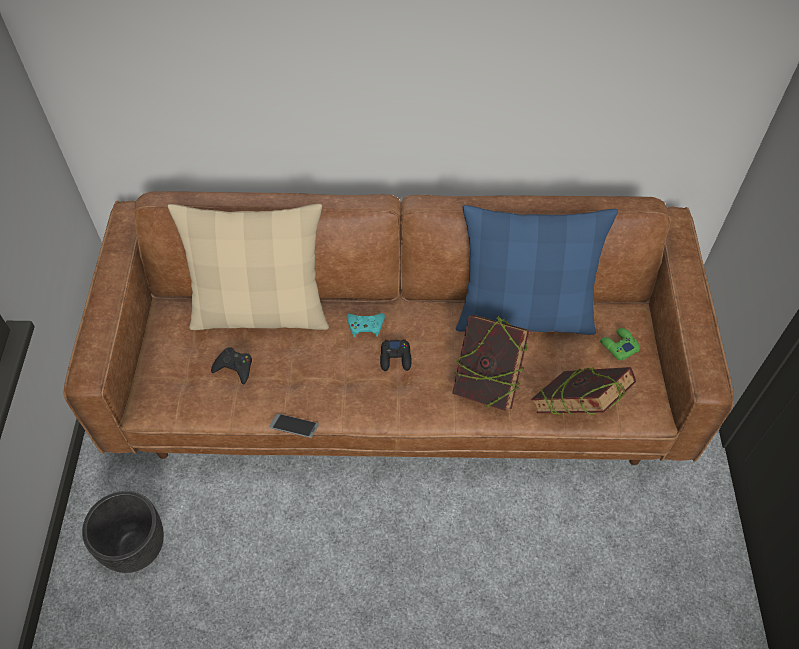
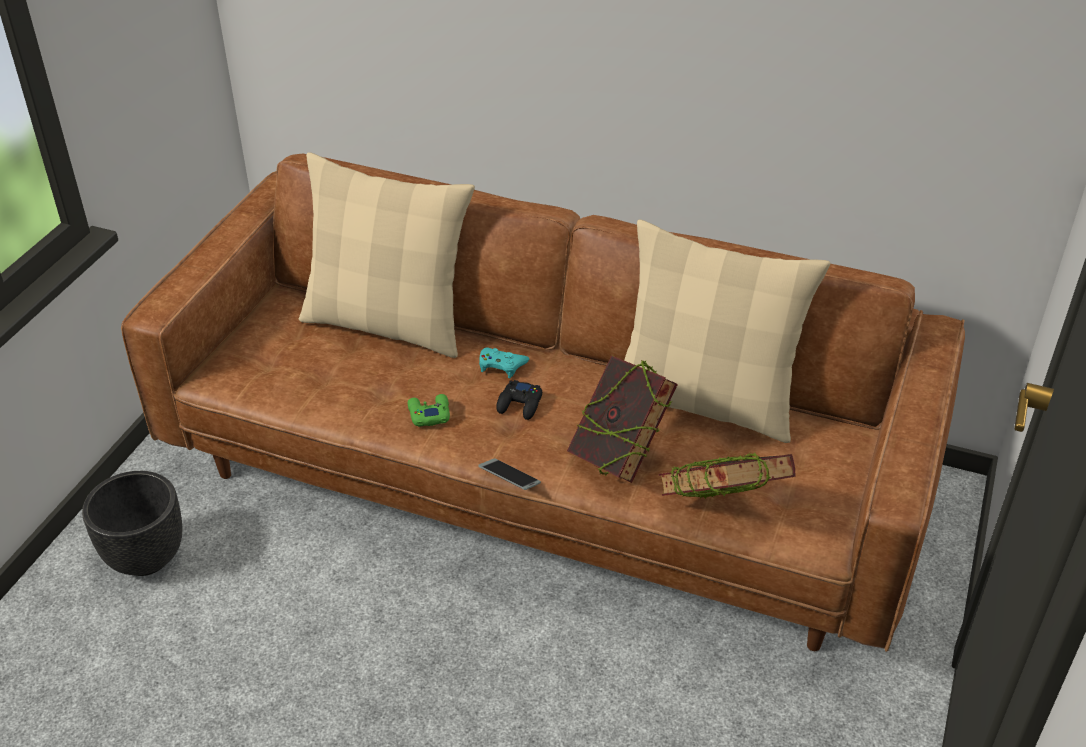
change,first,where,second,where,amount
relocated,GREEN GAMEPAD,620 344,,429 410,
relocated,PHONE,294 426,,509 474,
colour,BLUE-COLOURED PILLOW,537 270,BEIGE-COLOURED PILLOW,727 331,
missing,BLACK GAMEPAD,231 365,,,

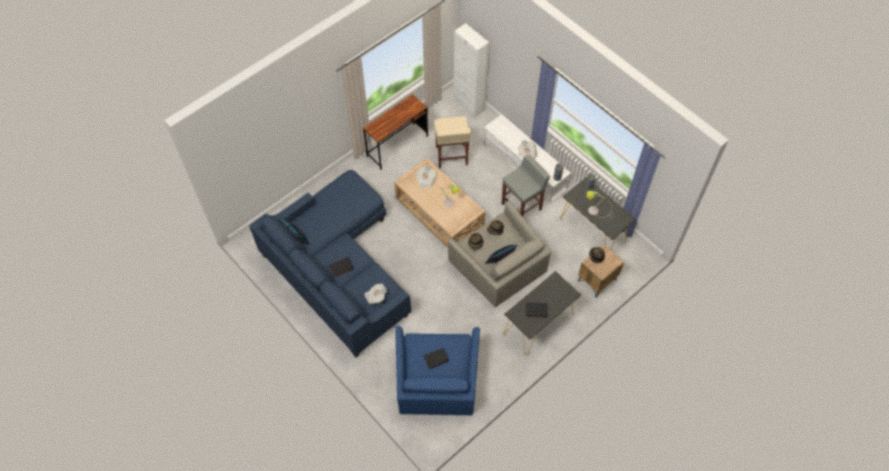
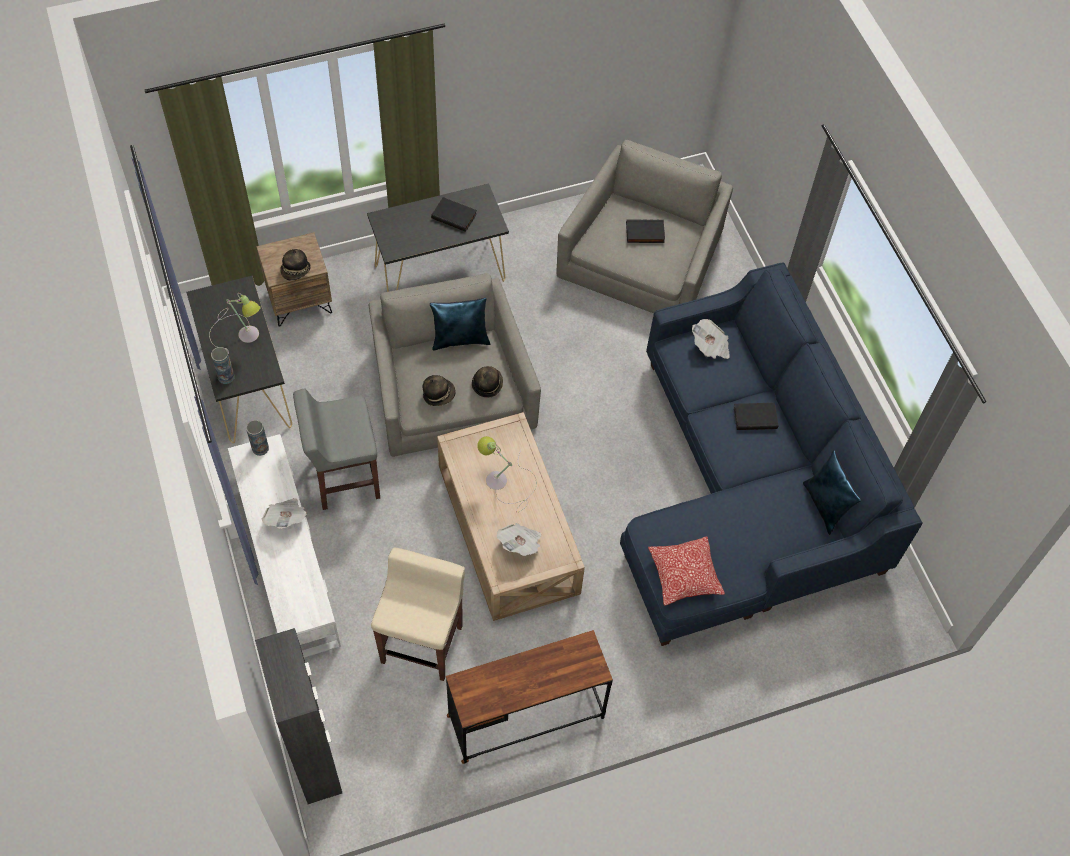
change,first,where,second,where,amount
colour,WHITE-COLOURED CUPBOARD,471 70,BLACK CUPBOARD,298 716,
colour,BLUE-COLOURED LOUNGE CHAIR,437 370,GRAY LOUNGE CHAIR,645 226,
appeared,,,PILLOW,686 571,

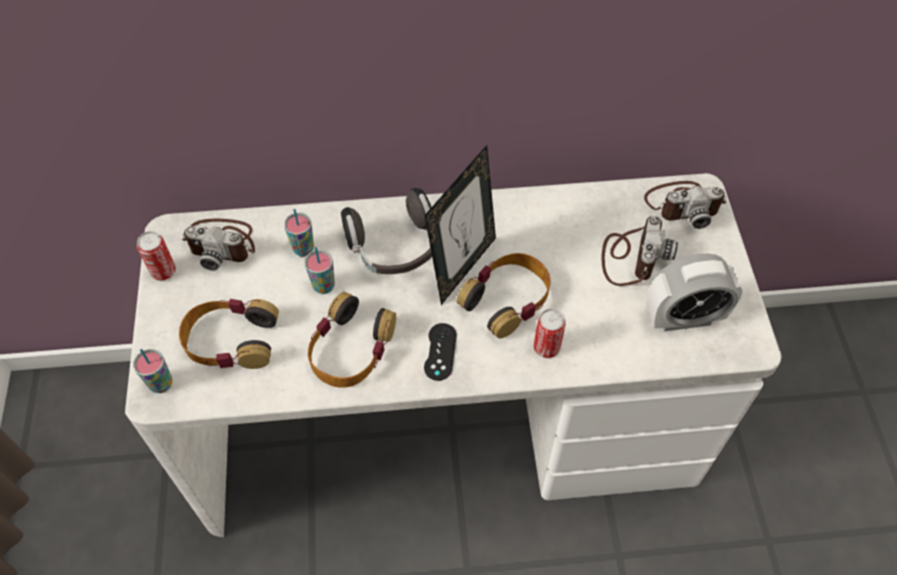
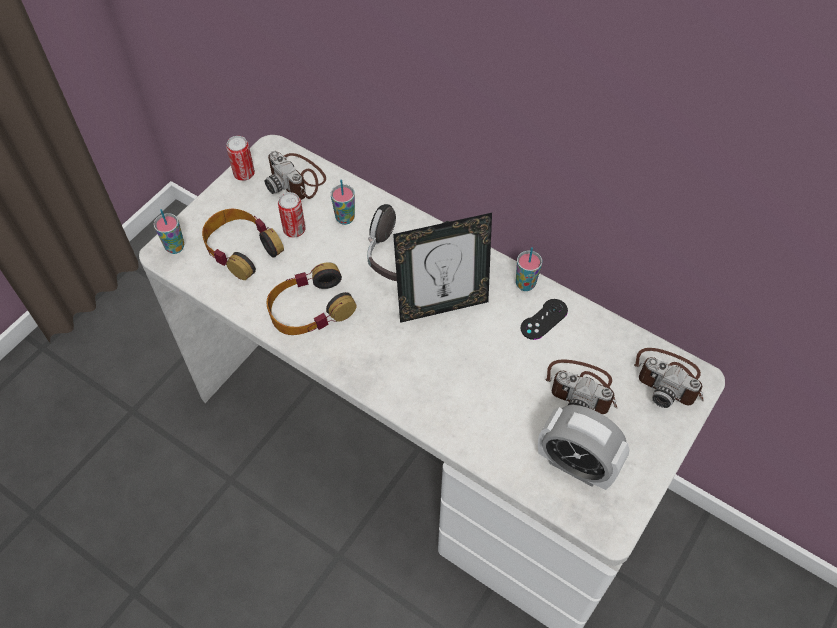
change,first,where,second,where,amount
relocated,METAL CAN,550 333,,292 215,
relocated,DRINKING CUP,320 270,,529 269,
relocated,BLACK GAMEPAD,440 352,,544 319,
spun,PHOTO CAMERA,639 251,,581 386,60 degrees clockwise
missing,PAIR OF HEADPHONES,503 296,,,

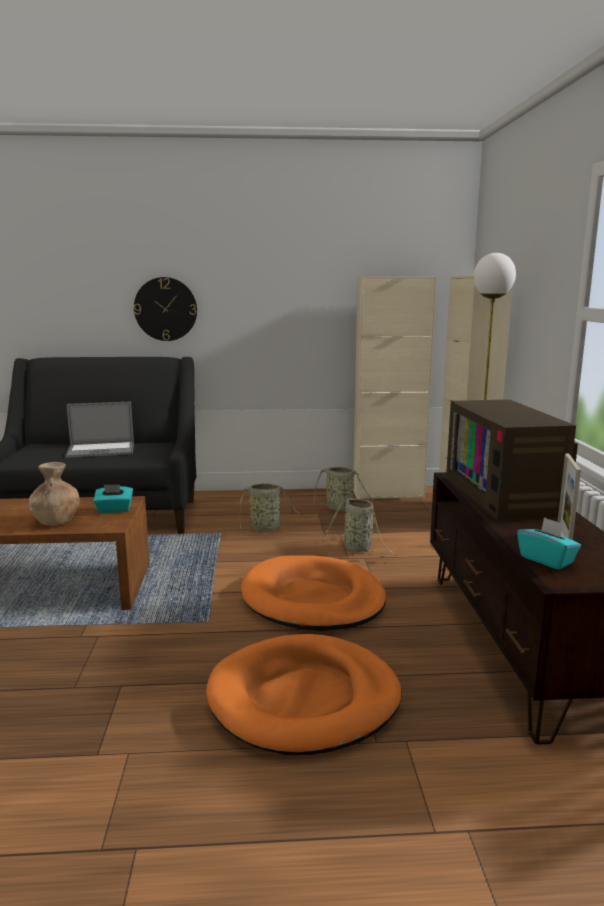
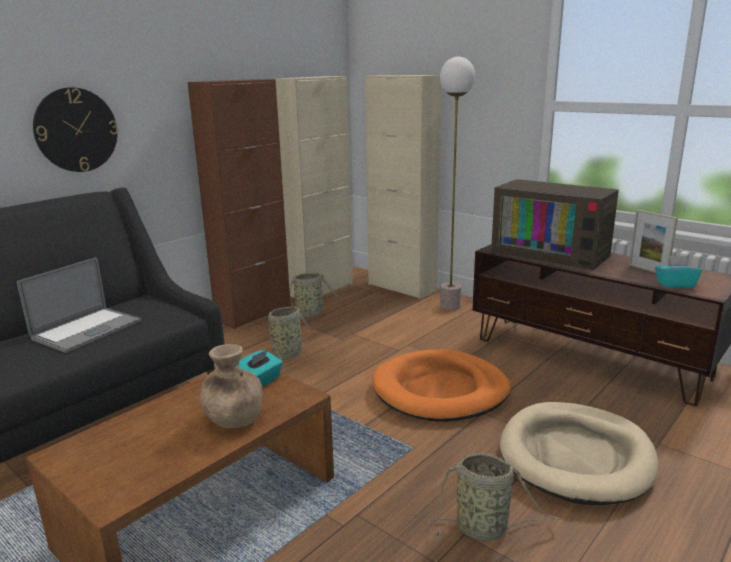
change,first,where,second,where,amount
appeared,,,BROWN CUPBOARD,239 204,
relocated,HOUSEHOLD BASKET,360 527,,494 497,
colour,ORANGEY DOG CUSHION,304 694,BEIGE-COLOURED DOG CUSHION,579 453,

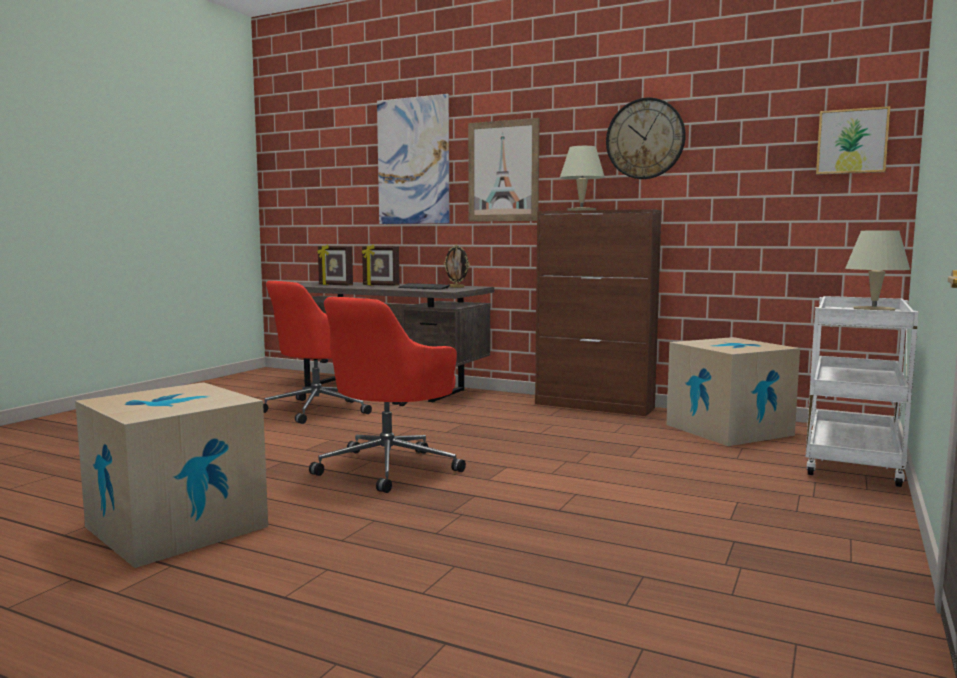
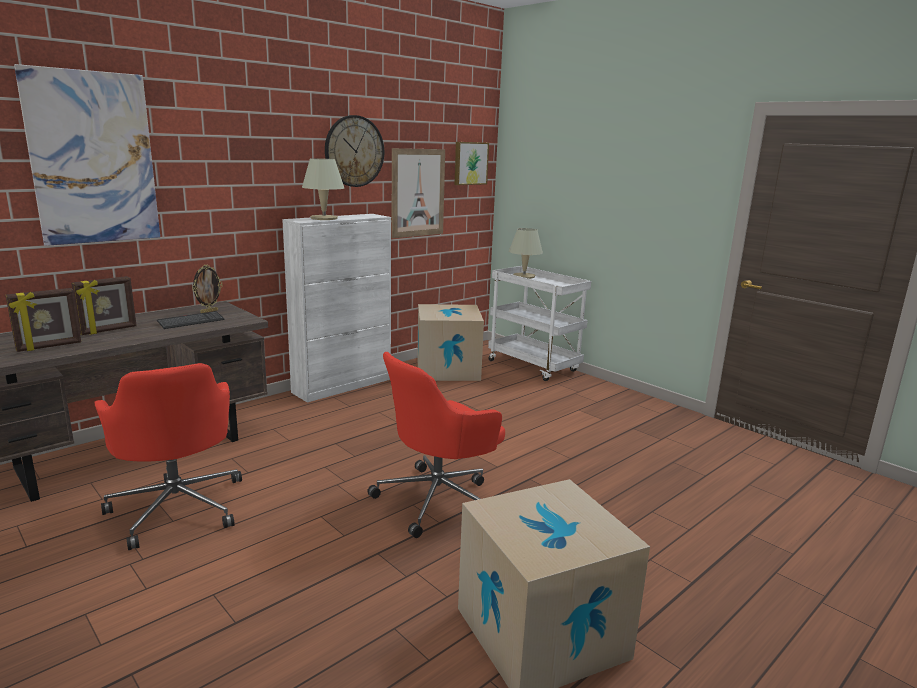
change,first,where,second,where,amount
colour,BROWN CUPBOARD,598 312,WHITE-COLOURED CUPBOARD,336 308,
spun,RED-COLOURED COMPUTER CHAIR,387 395,,436 445,90 degrees clockwise
relocated,PICTURE,504 170,,418 193,

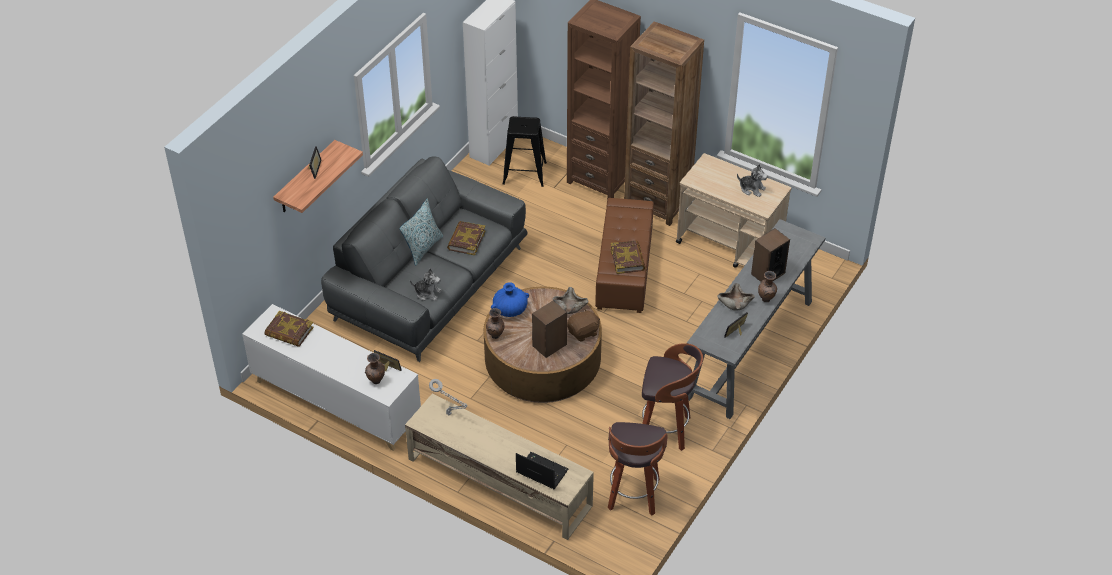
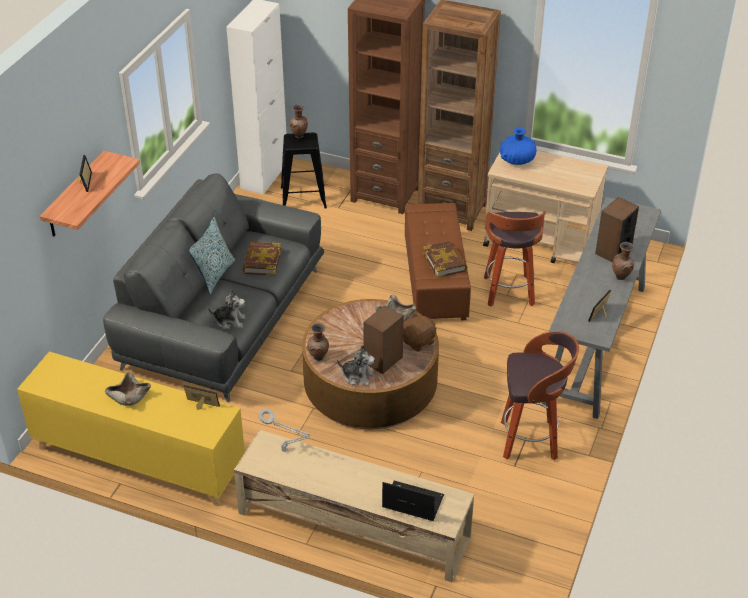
change,first,where,second,where,amount
colour,WHITE-COLOURED CUPBOARD,331 377,YELLOWISH CUPBOARD,131 428,
relocated,BEIGE-COLOURED SERVING BOWL,736 297,,128 389,
relocated,BROWN FLOWER VASE,375 368,,299 121,
relocated,PLUSH TOY,752 180,,356 365,
relocated,SITTING STOOL,638 469,,515 259,
relocated,BLUE-COLOURED FLOWER VASE,510 299,,518 146,
missing,VOLUME,289 329,,,

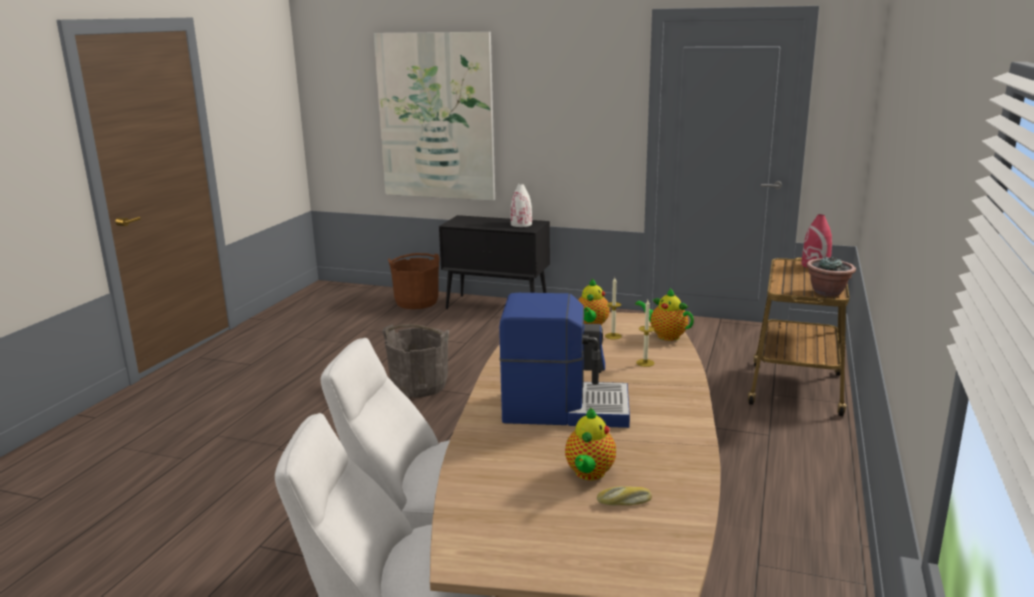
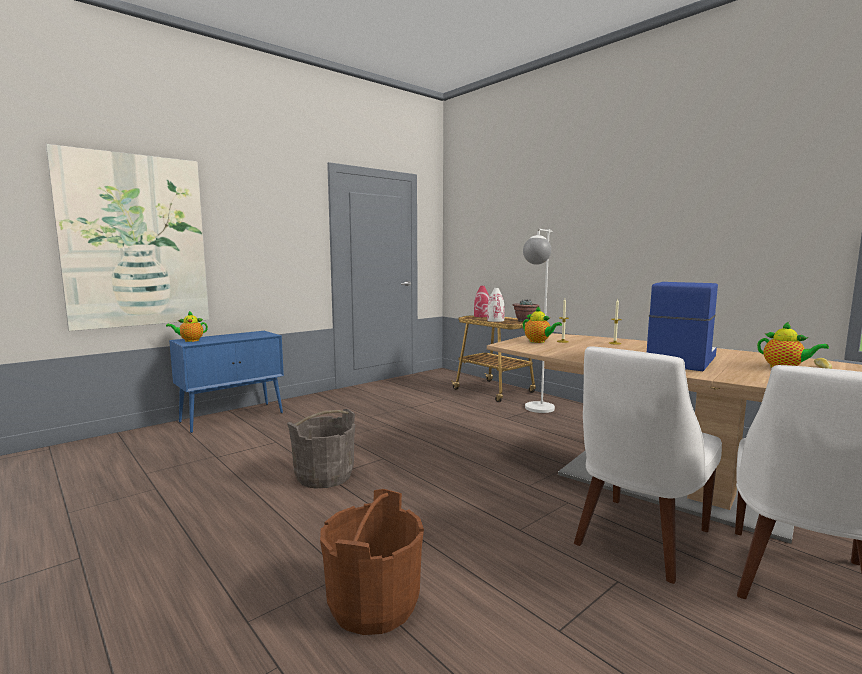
change,first,where,second,where,amount
relocated,POT FOR TEA,664 314,,187 326,
colour,BLACK CUPBOARD,494 262,BLUE-COLOURED CUPBOARD,226 382,
relocated,BROWN PAIL,414 281,,372 562,
relocated,WHITE-COLOURED FLOWER VASE,521 205,,496 305,
appeared,,,WHITE-COLOURED STANDING LAMP,539 321,

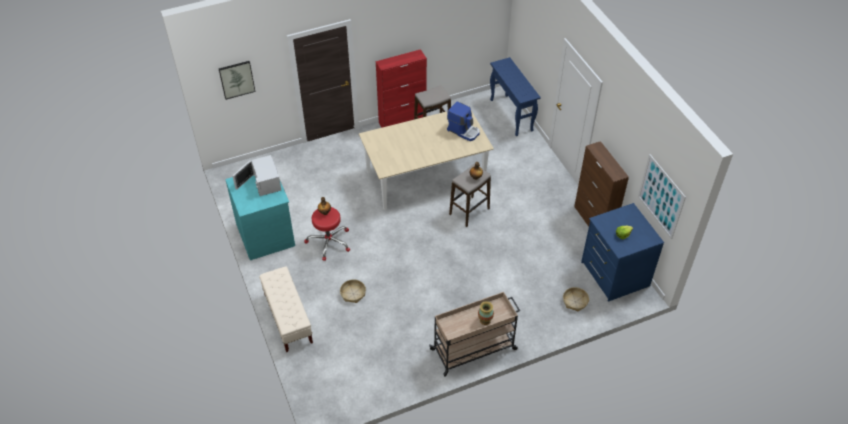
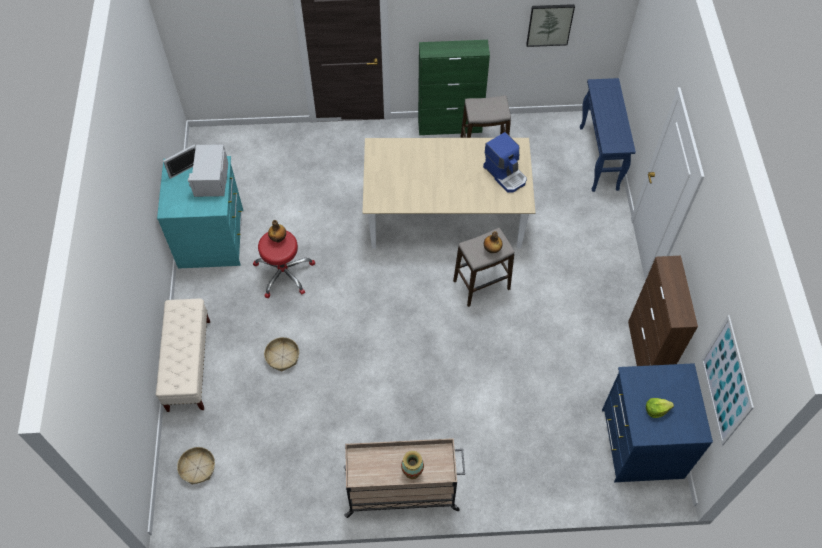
change,first,where,second,where,amount
relocated,HOUSEHOLD BASKET,576 299,,196 465,
colour,RED-COLOURED CUPBOARD,401 88,GREEN CUPBOARD,454 87,
relocated,PICTURE,237 80,,550 25,

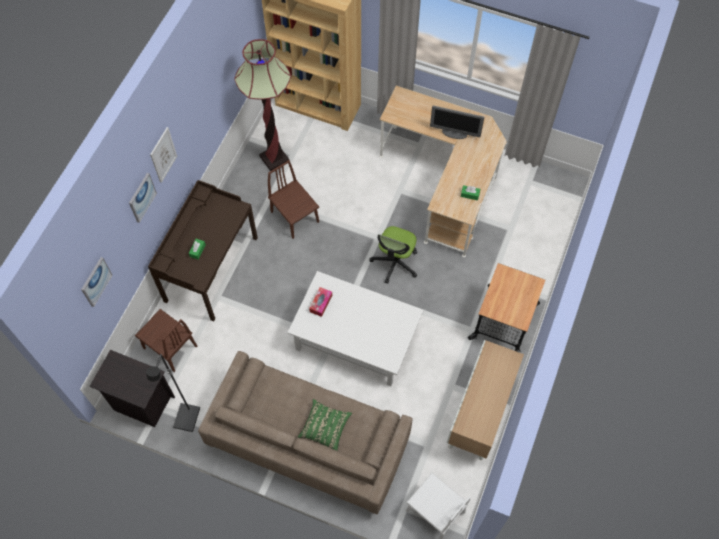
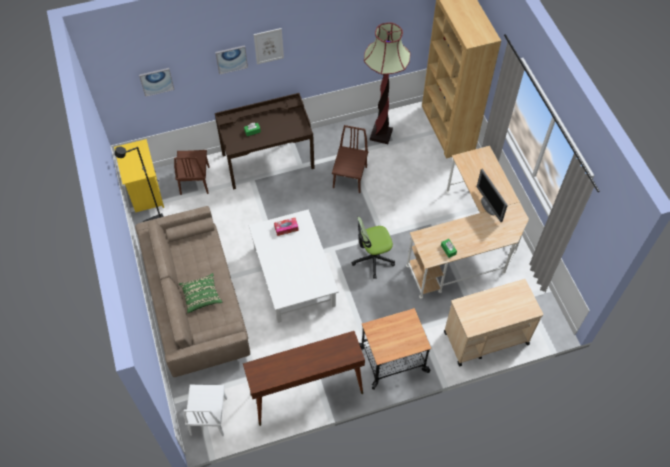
change,first,where,second,where,amount
colour,BLACK BEDSIDE TABLE,132 388,YELLOWISH BEDSIDE TABLE,139 175,
exchanged,CUPBOARD,485 400,BROWN HALL TABLE,304 378,
appeared,,,BEIGE-COLOURED TROLLEY,493 322,

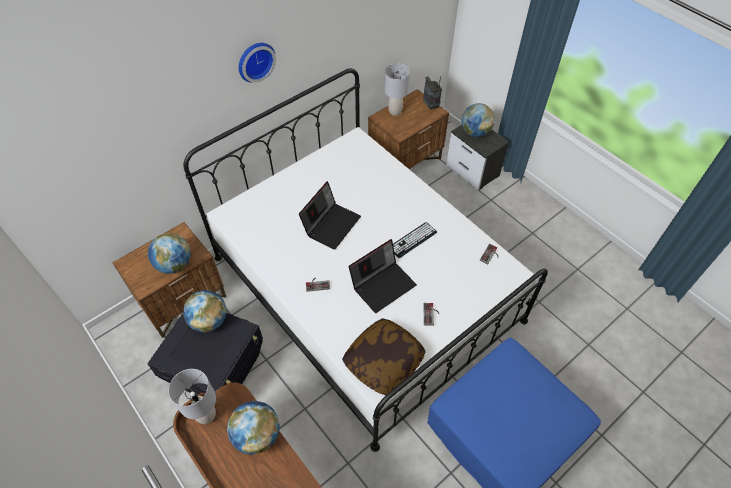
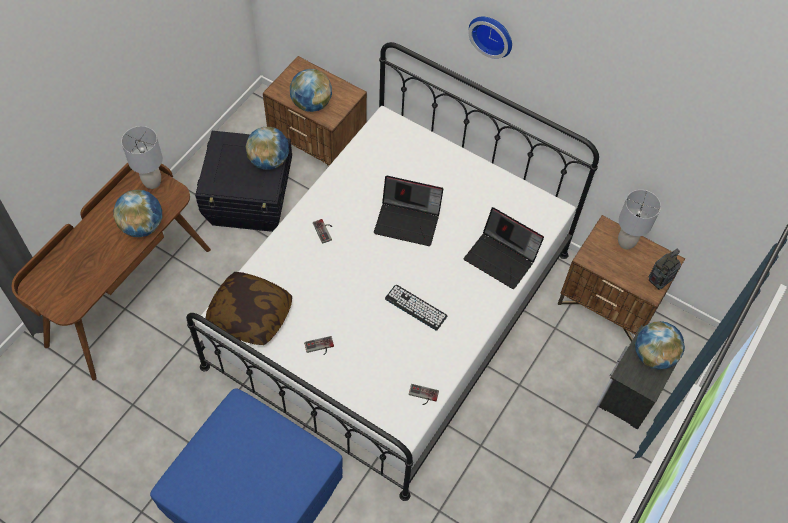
change,first,where,second,where,amount
relocated,LAPTOP,383 276,,504 248,

